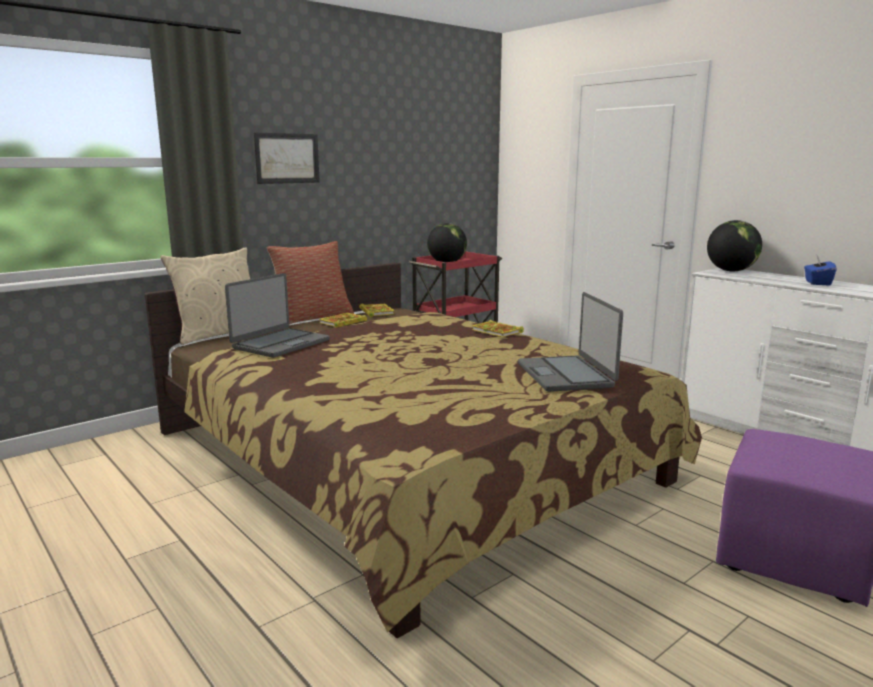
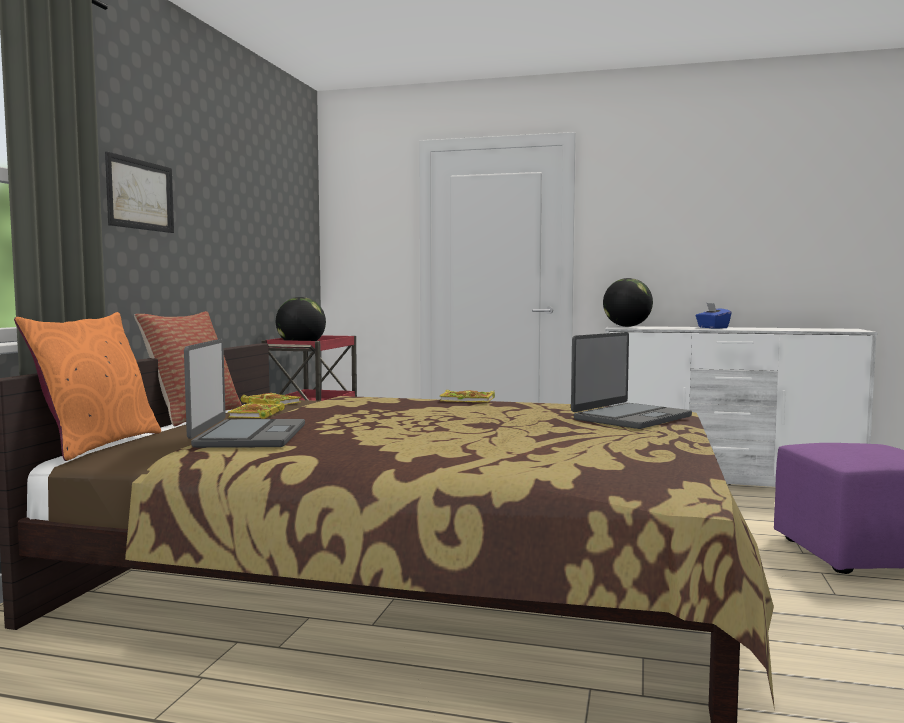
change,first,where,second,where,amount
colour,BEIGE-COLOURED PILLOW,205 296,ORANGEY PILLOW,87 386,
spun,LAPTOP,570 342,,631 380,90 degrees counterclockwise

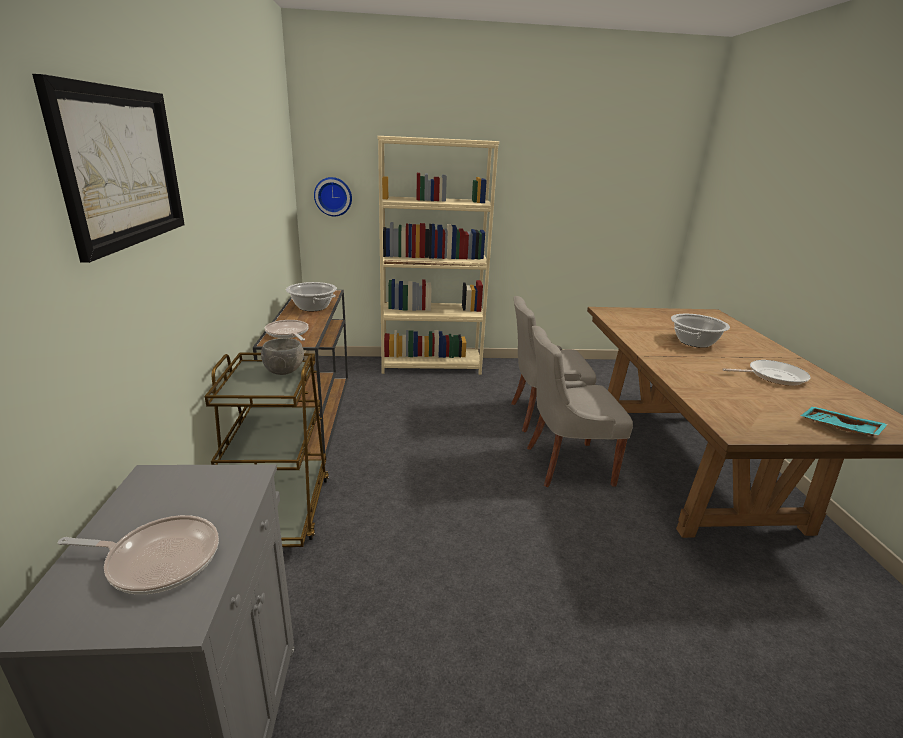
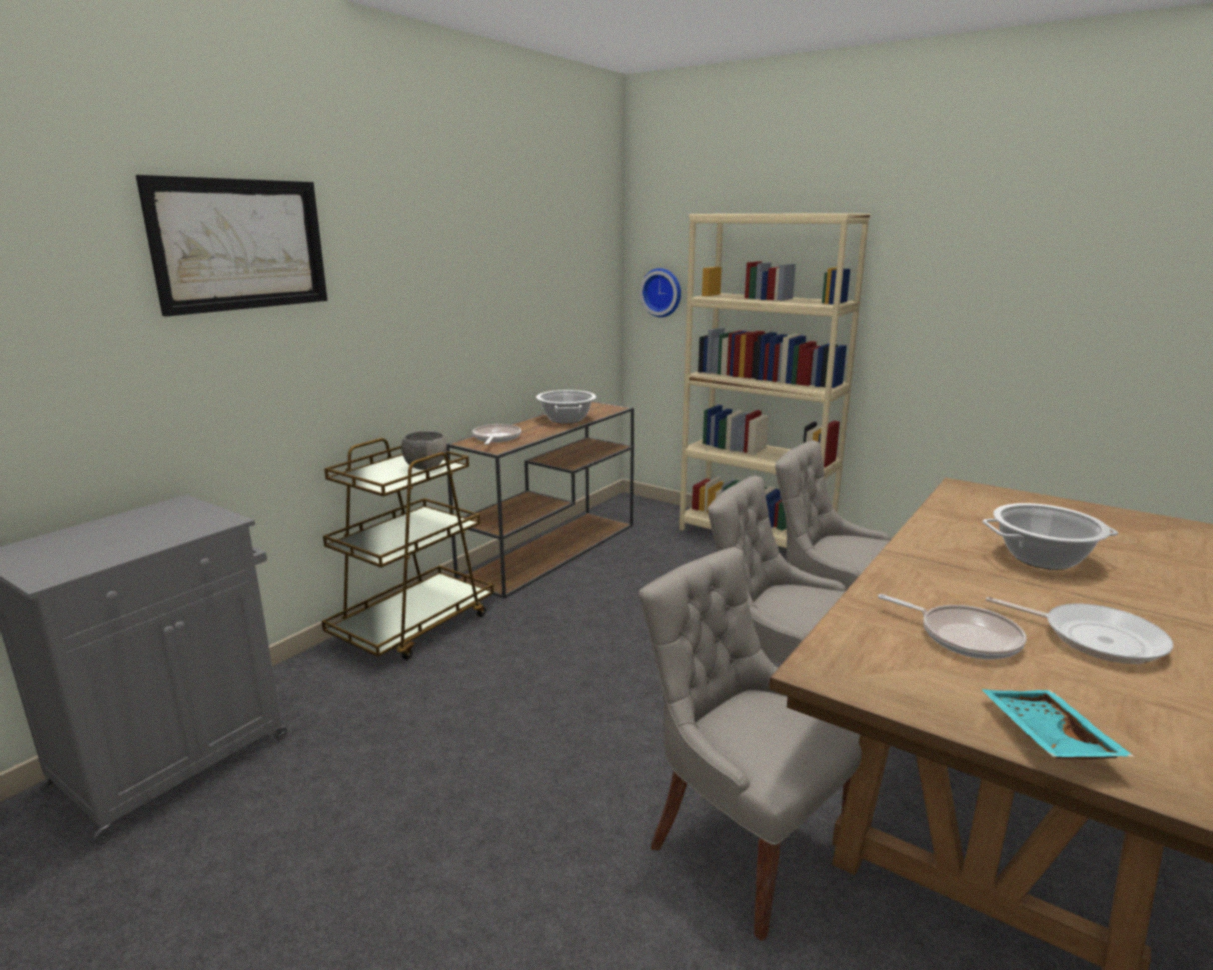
change,first,where,second,where,amount
appeared,,,GRAY PLAIN CHAIR,750 744,
relocated,FRYING PAN,138 554,,952 626,

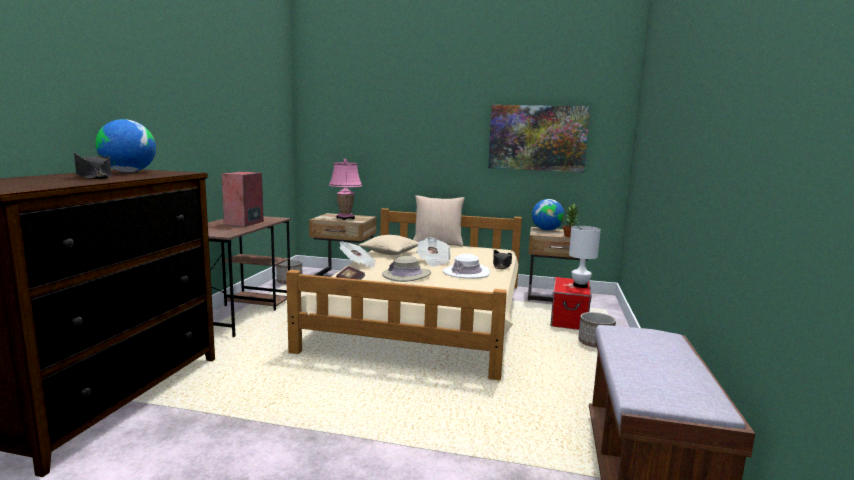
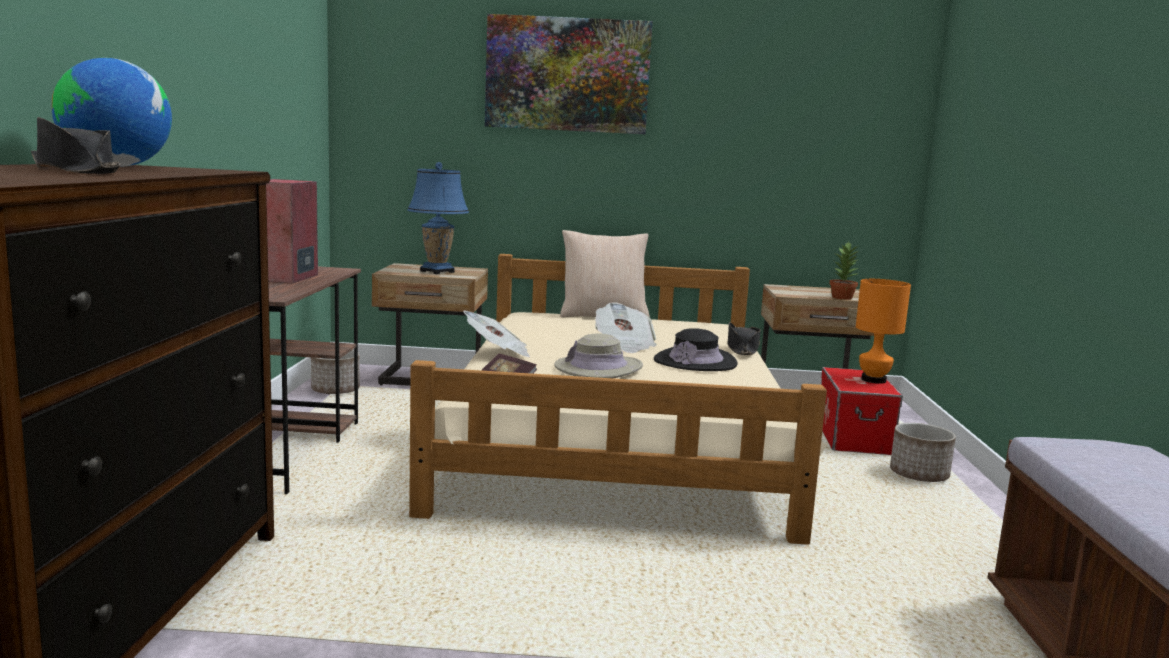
change,first,where,second,where,amount
colour,PINK-COLOURED TABLETOP LAMP,345 189,BLUE-COLOURED TABLETOP LAMP,438 218,
relocated,PICTURE,539 138,,569 74,
colour,WHITE-COLOURED CLOTHING HAT,466 266,BLACK CLOTHING HAT,695 349,
colour,WHITE-COLOURED TABLETOP LAMP,585 257,ORANGEY TABLETOP LAMP,883 331,
missing,BEIGE-COLOURED PILLOW,389 245,,,
missing,GLOBE,548 215,,,

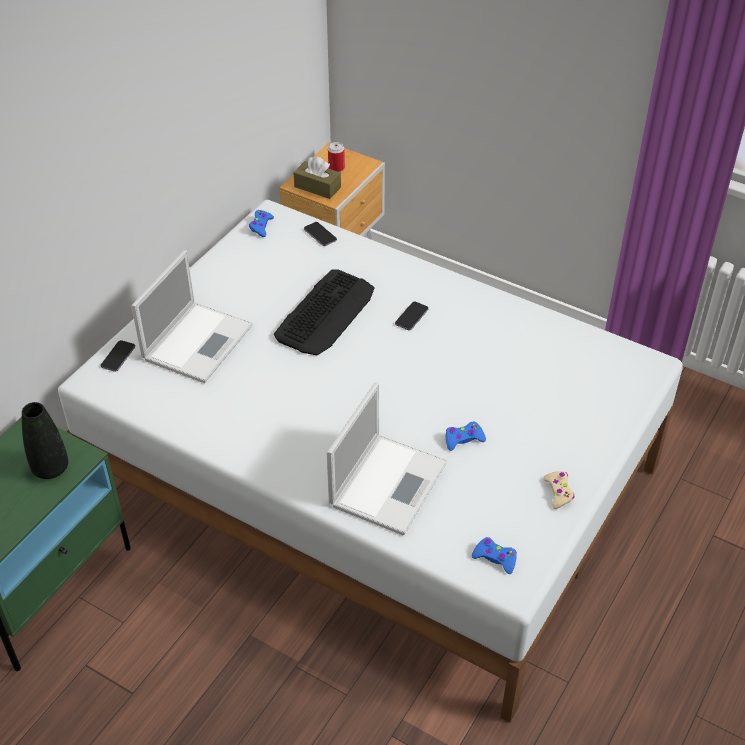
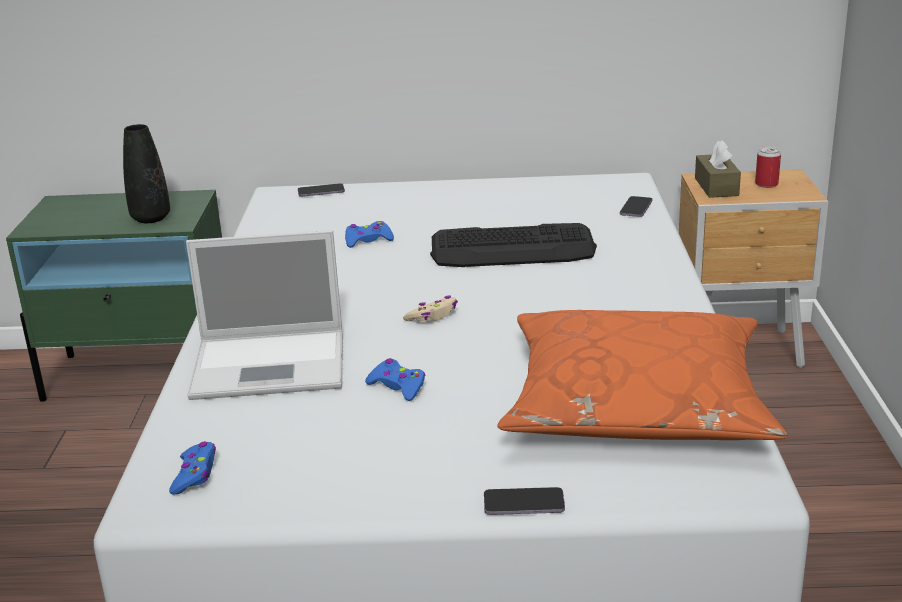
change,first,where,second,where,amount
relocated,BLUE-COLOURED GAMEPAD,261 223,,369 234,
relocated,BEIGE-COLOURED GAMEPAD,558 490,,430 308,
relocated,PHONE,411 315,,524 501,
appeared,,,ORANGEY PILLOW,642 375,
missing,LAPTOP,192 316,,,

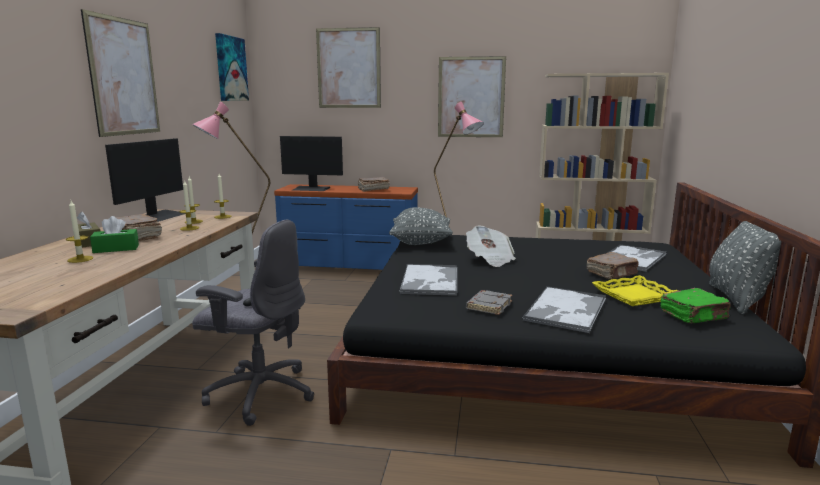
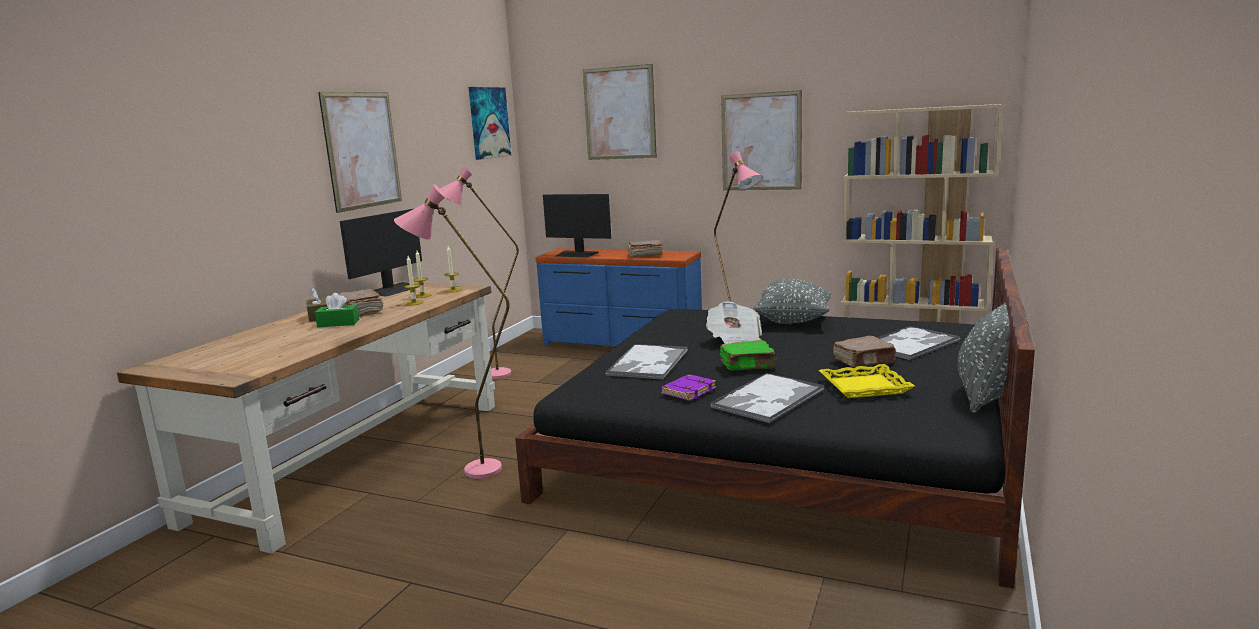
change,first,where,second,where,amount
exchanged,GRAY COMPUTER CHAIR,253 323,PINK-COLOURED STANDING LAMP,452 331,
colour,GRAY VOLUME,489 302,PURPLISH VOLUME,688 387,
relocated,GREEN VOLUME,695 305,,748 355,
relocated,GRAY PILLOW,421 226,,792 301,
missing,CANDLE,79 232,,,

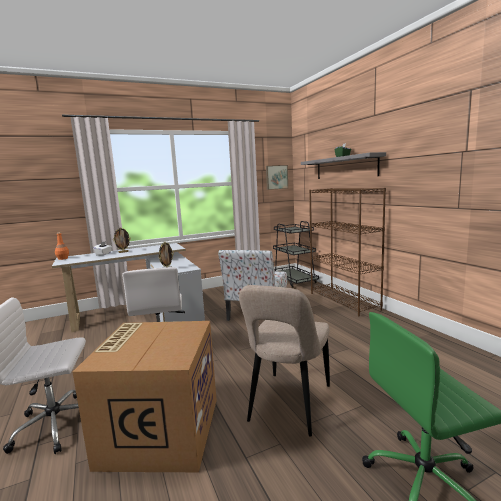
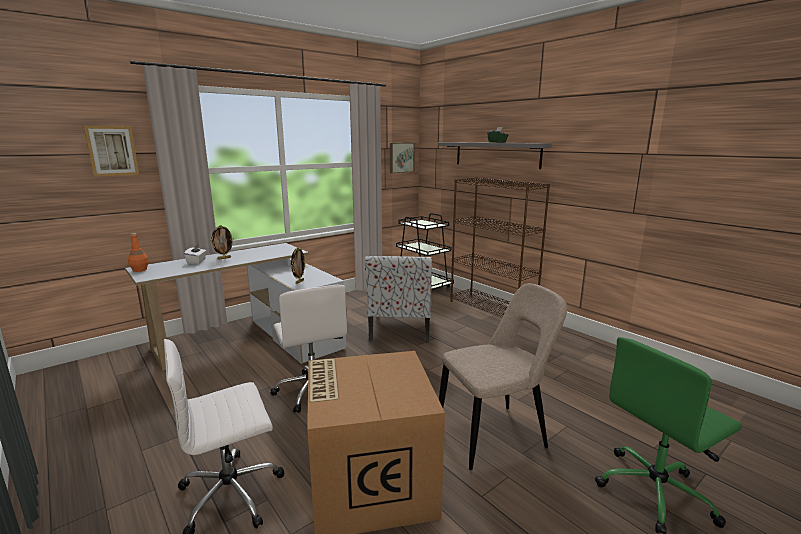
change,first,where,second,where,amount
appeared,,,PICTURE,111 151,
spun,BEIGE-COLOURED PLAIN CHAIR,284 360,,503 376,120 degrees counterclockwise

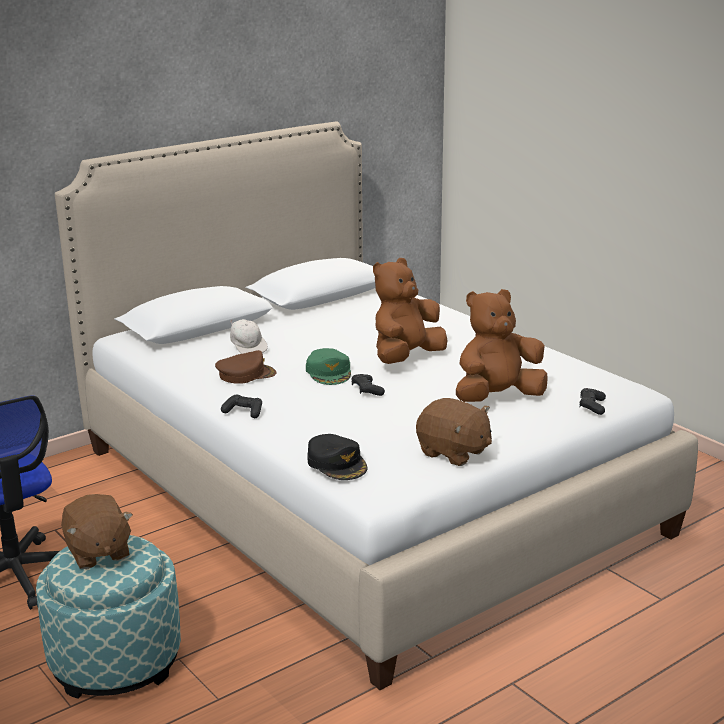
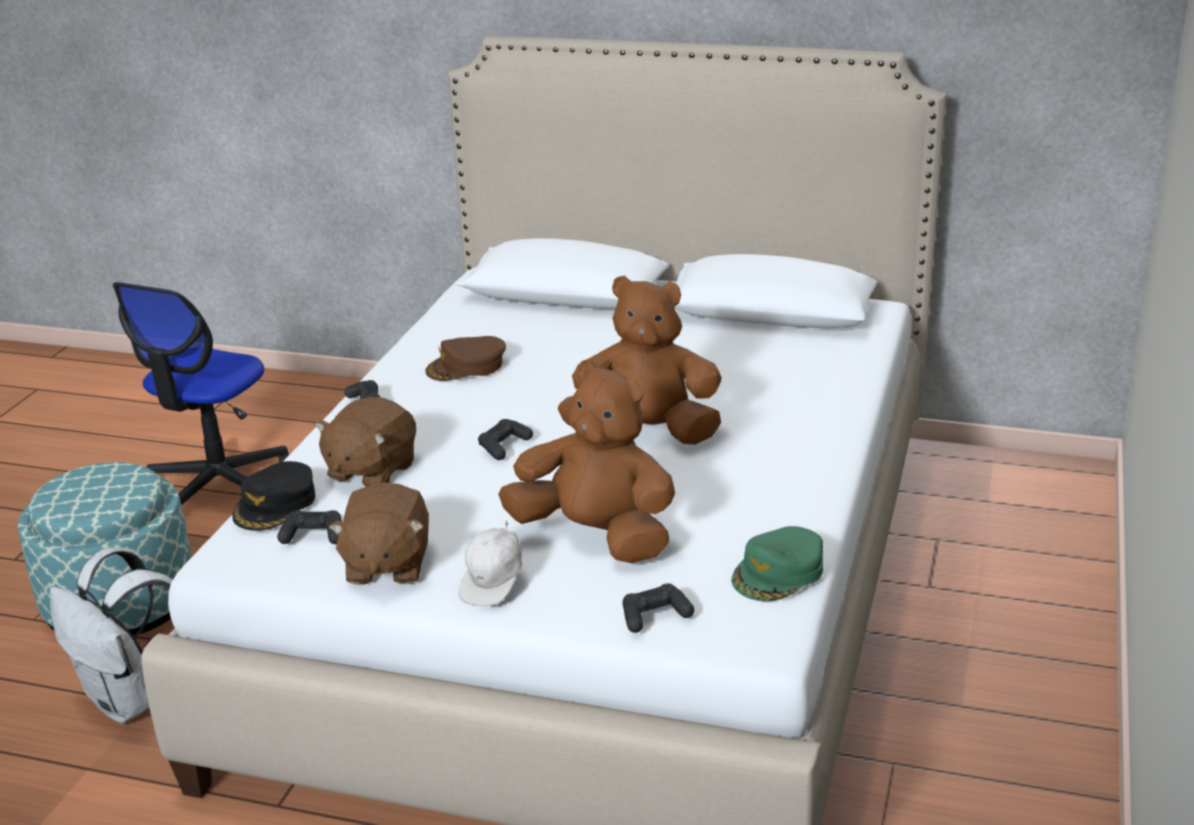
change,first,where,second,where,amount
appeared,,,WHITE-COLOURED BACKPACK,111 635,
appeared,,,BLACK GAMEPAD,309 527,
relocated,BROWN PLUSH TOY,97 531,,365 442,
spun,BROWN PEAKED CAP,246 367,,466 358,120 degrees clockwise
relocated,WHITE-COLOURED PEAKED CAP,249 336,,490 563,
relocated,GREEN PEAKED CAP,328 366,,777 564,

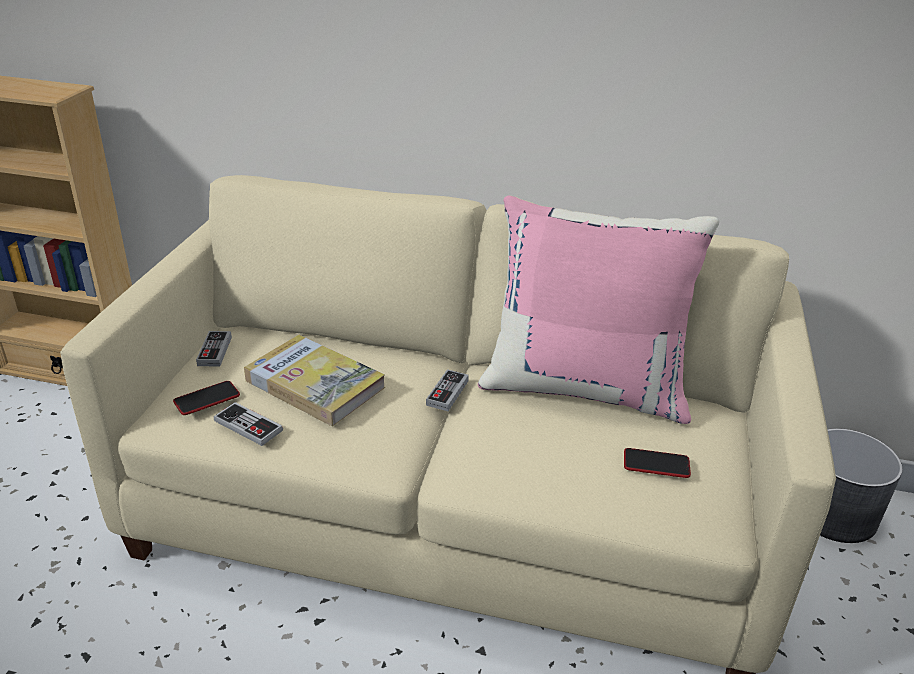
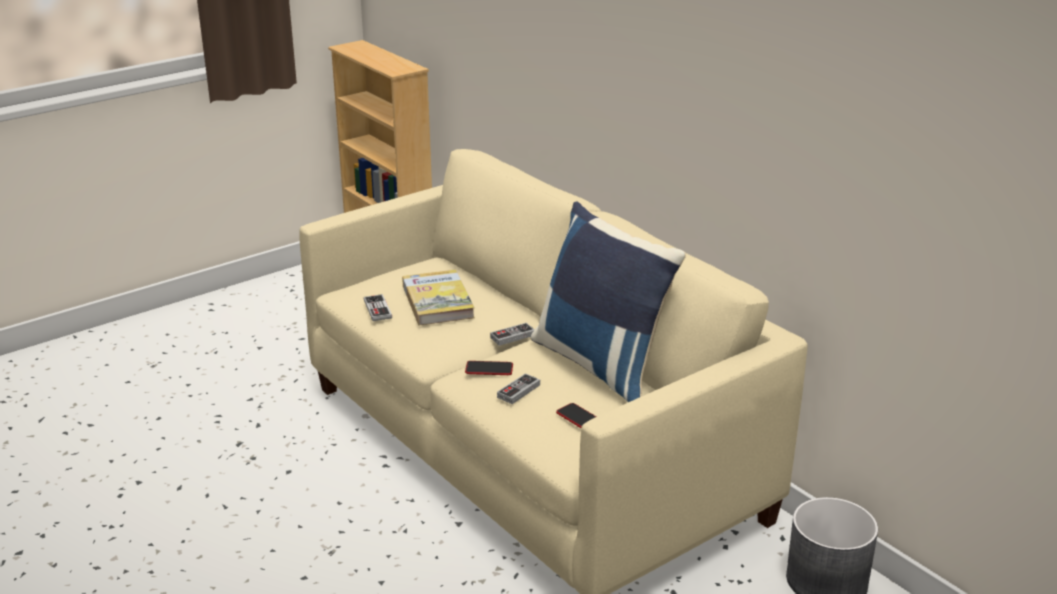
change,first,where,second,where,amount
relocated,PHONE,206 398,,489 368,
relocated,GAMEPAD,214 349,,518 388,
colour,PINK-COLOURED PILLOW,598 309,BLUE-COLOURED PILLOW,608 301,

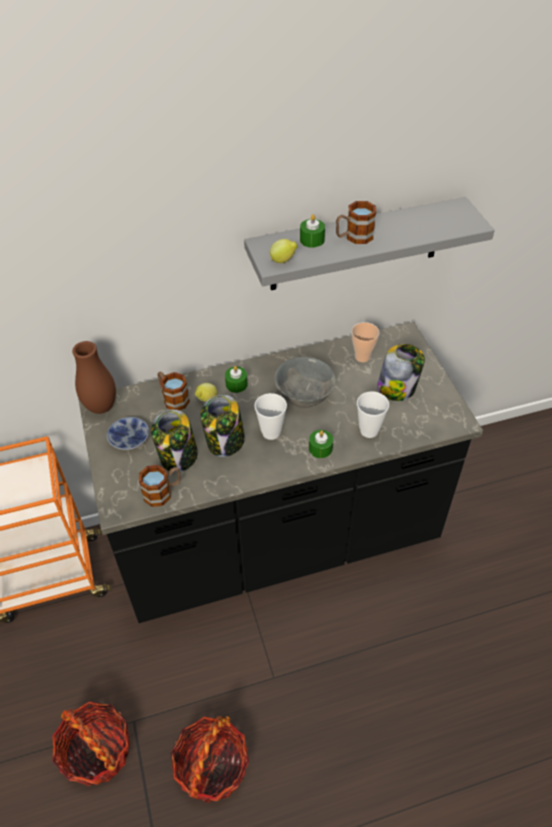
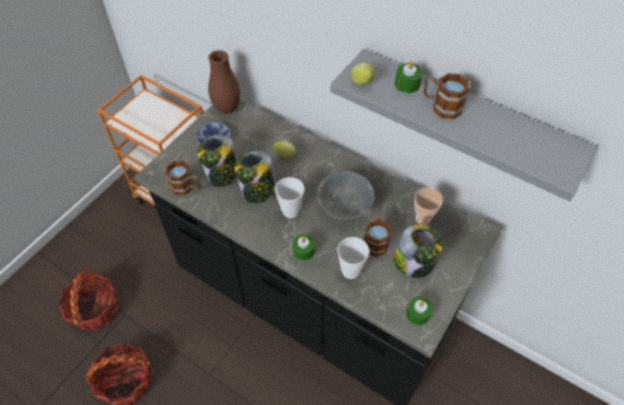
change,first,where,second,where,amount
relocated,TEA MUG,173 391,,378 235,
relocated,GREEN CANDLE,236 379,,419 310,

